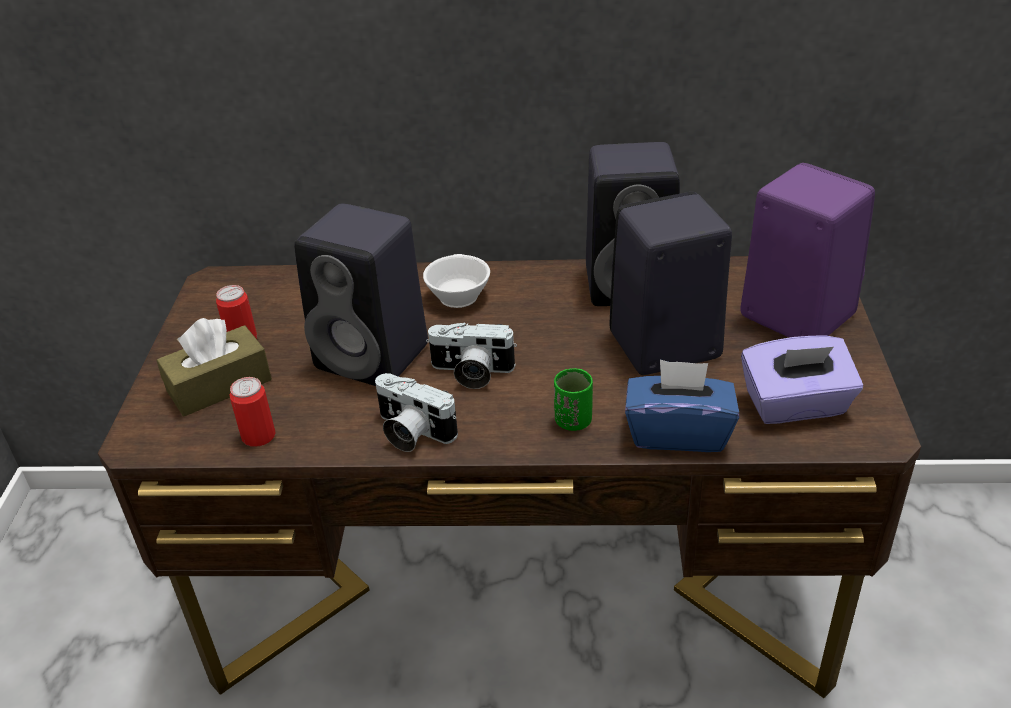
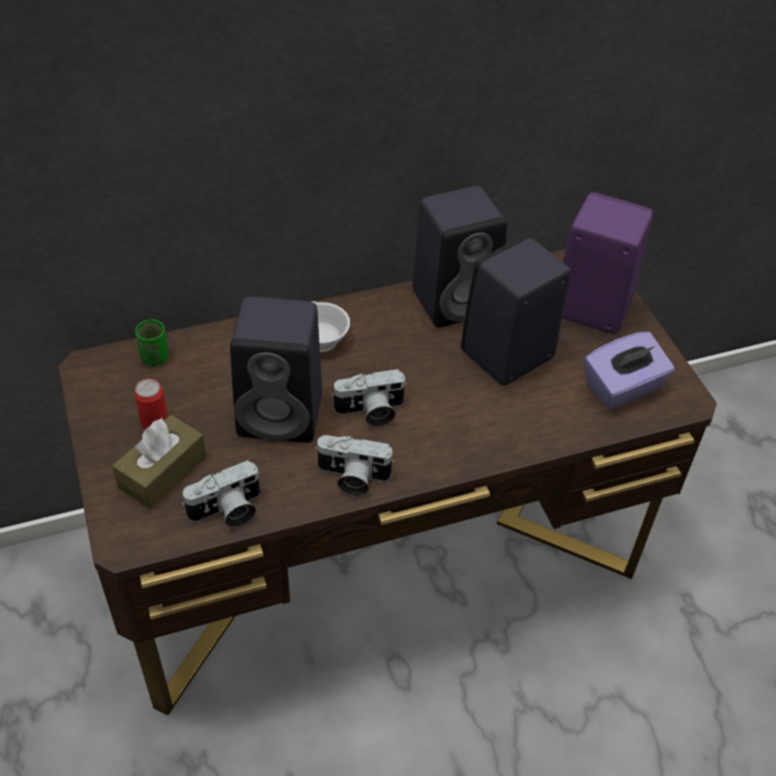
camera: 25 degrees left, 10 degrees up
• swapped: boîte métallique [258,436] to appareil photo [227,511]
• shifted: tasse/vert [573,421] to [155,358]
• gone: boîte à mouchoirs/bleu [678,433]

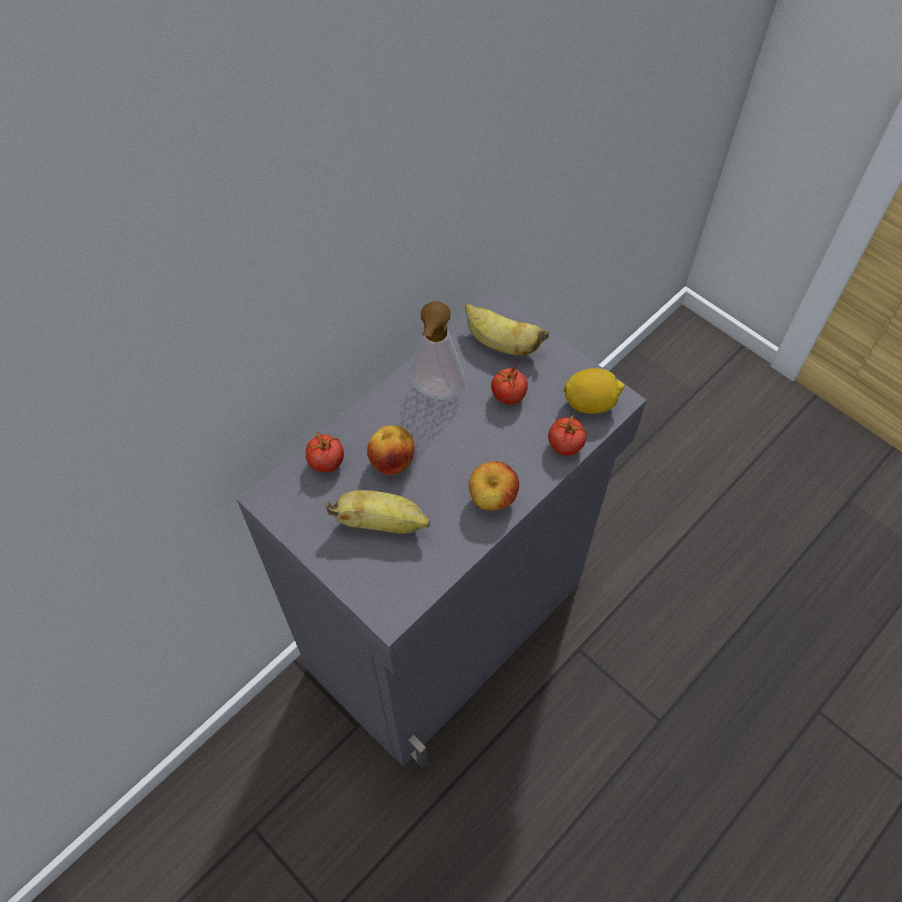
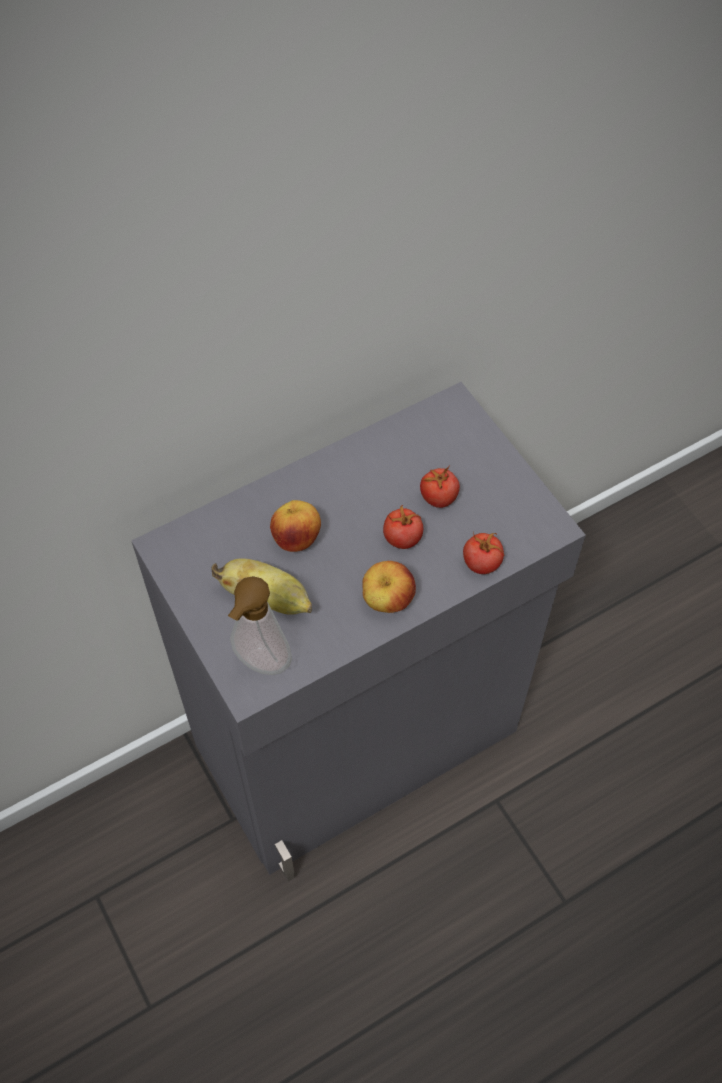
camera: 15 degrees right, 0 degrees up
• shifted: tomate [326,462] to [402,538]
• shifted: distributeur de savon [435,394] to [259,663]
• gone: banane [501,343]
• gone: citron [590,403]

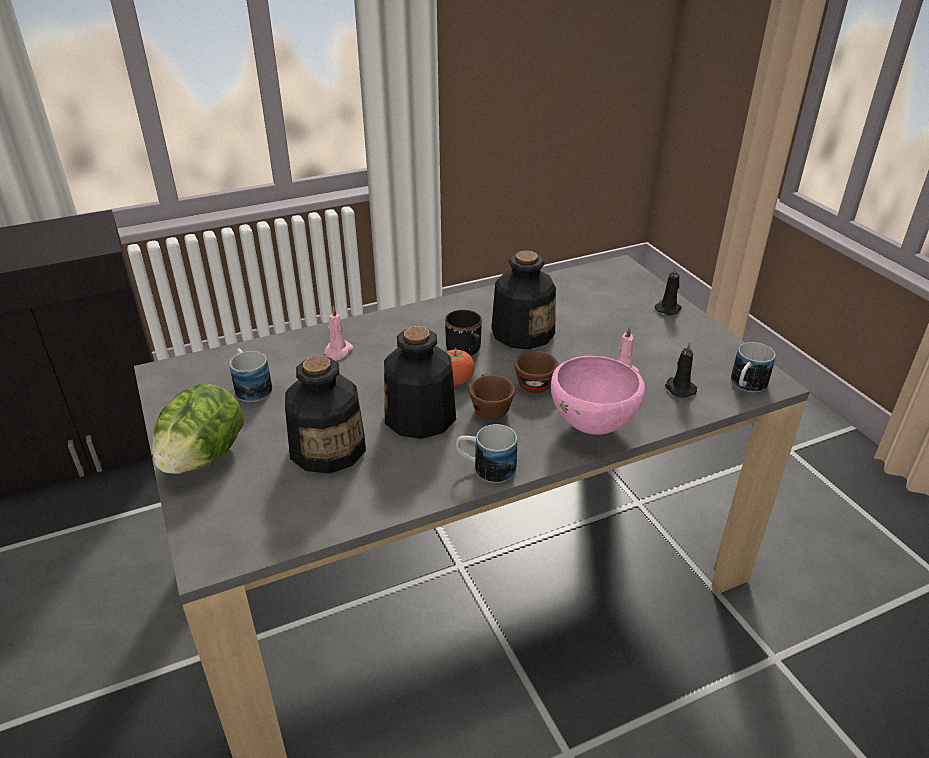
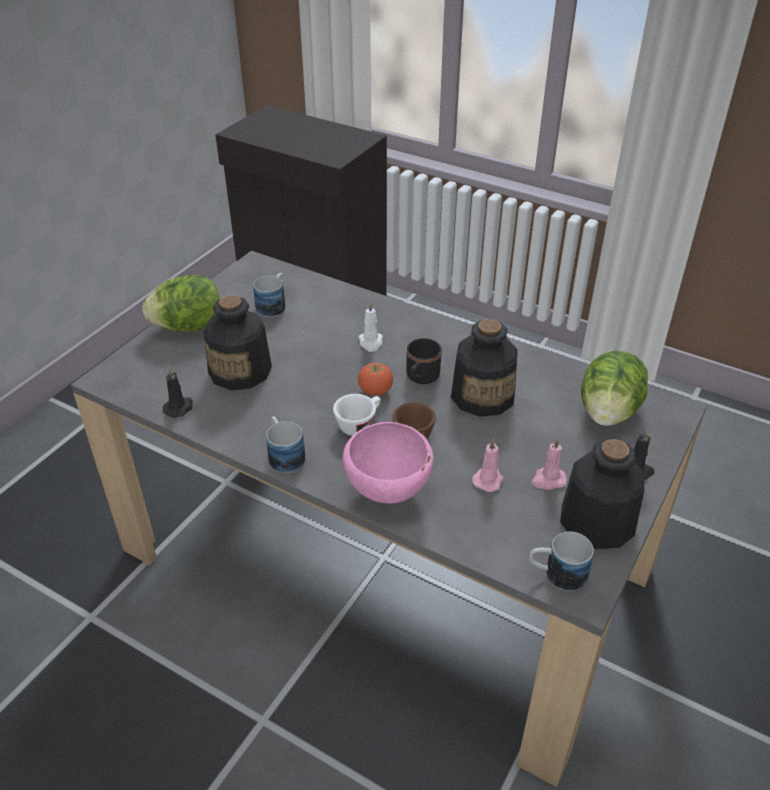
camera: 55 degrees right, 5 degrees up
• shifted: bougie/rose [338,352] to [548,480]
• shifted: bouteille [420,417] to [596,522]
• repainted: tasse/marron [489,407] to tasse/blanc [359,424]
• shifted: bougie/noir [679,388] to [179,408]
• new: bougie/blanc [370,342]
• new: laitue [608,412]

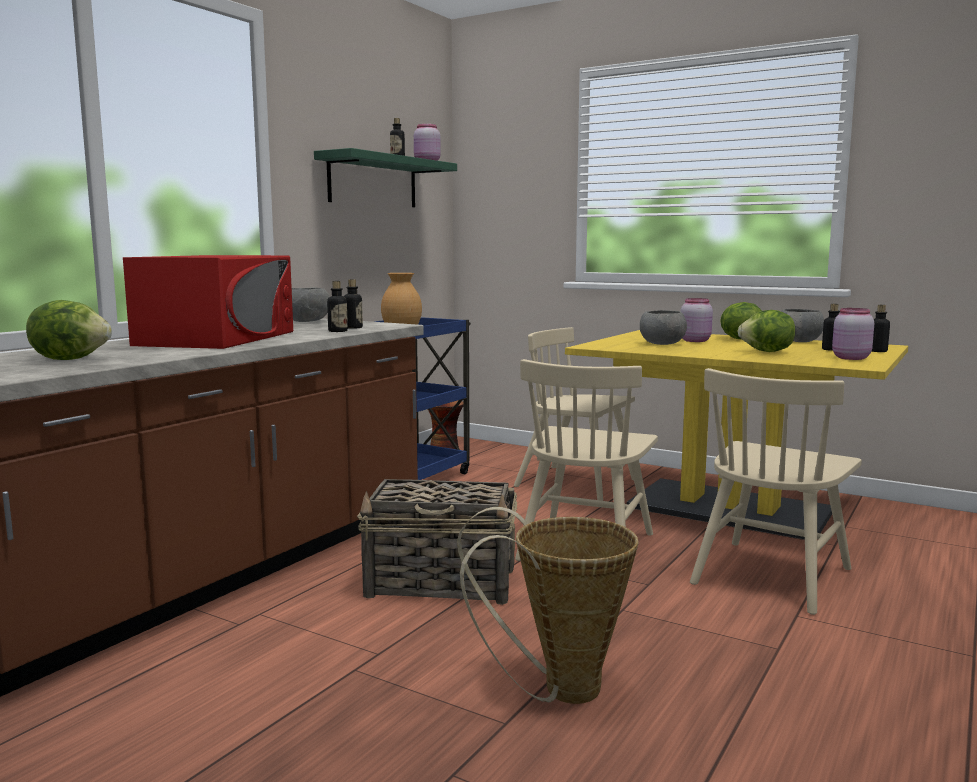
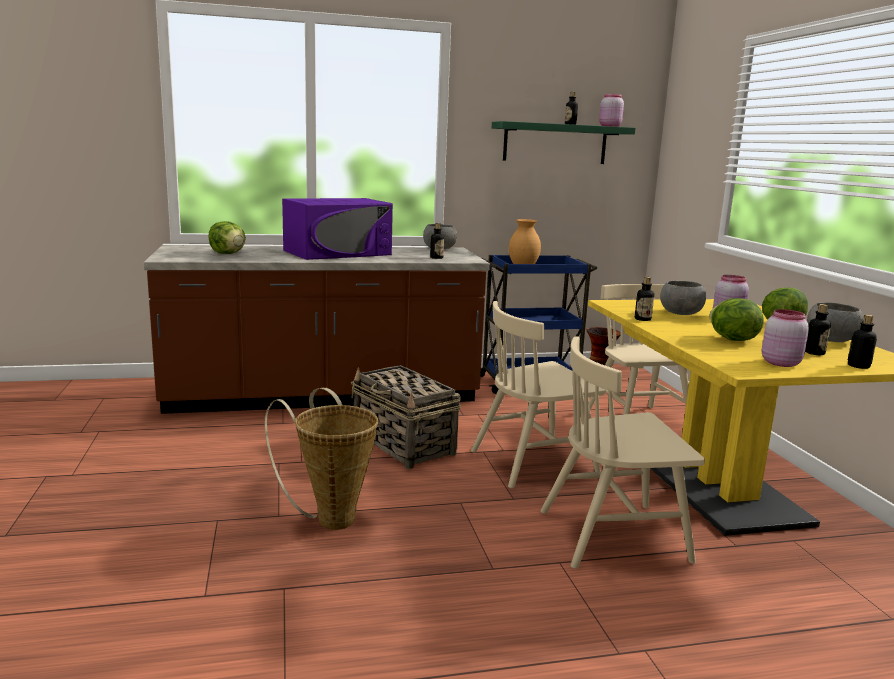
camera: 45 degrees right, 5 degrees up
• repainted: micro-ondes/rouge [217,338] to micro-ondes/violet [337,252]
• shifted: bouteille [338,331] to [642,319]

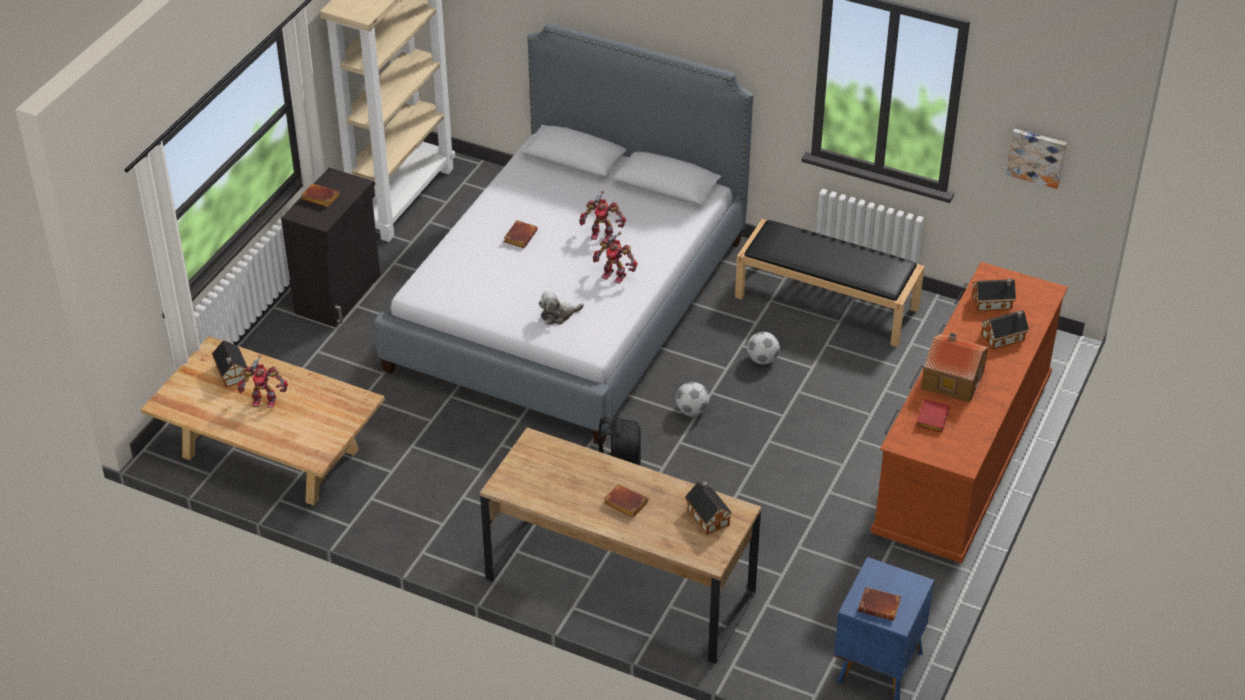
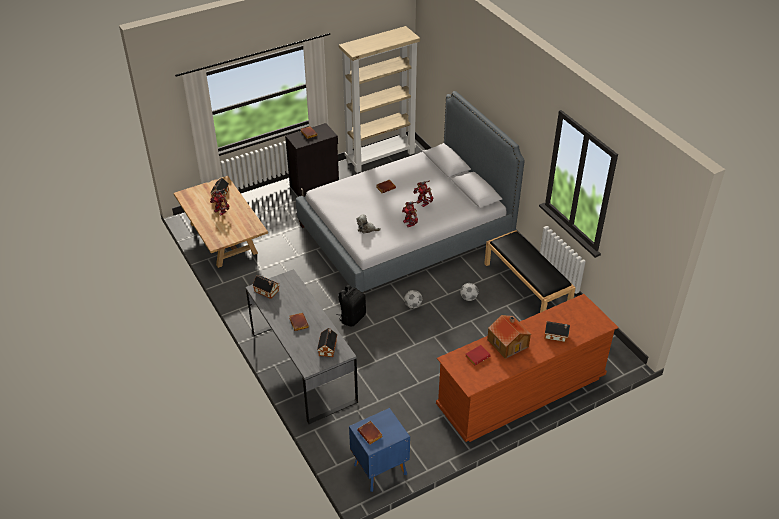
camera: 35 degrees right, 0 degrees up
• repainted: bureau/marron [620,586] to bureau/gris [303,366]
• shifted: maison miniature [993,302] to [267,291]
• gone: tableau [1036,156]

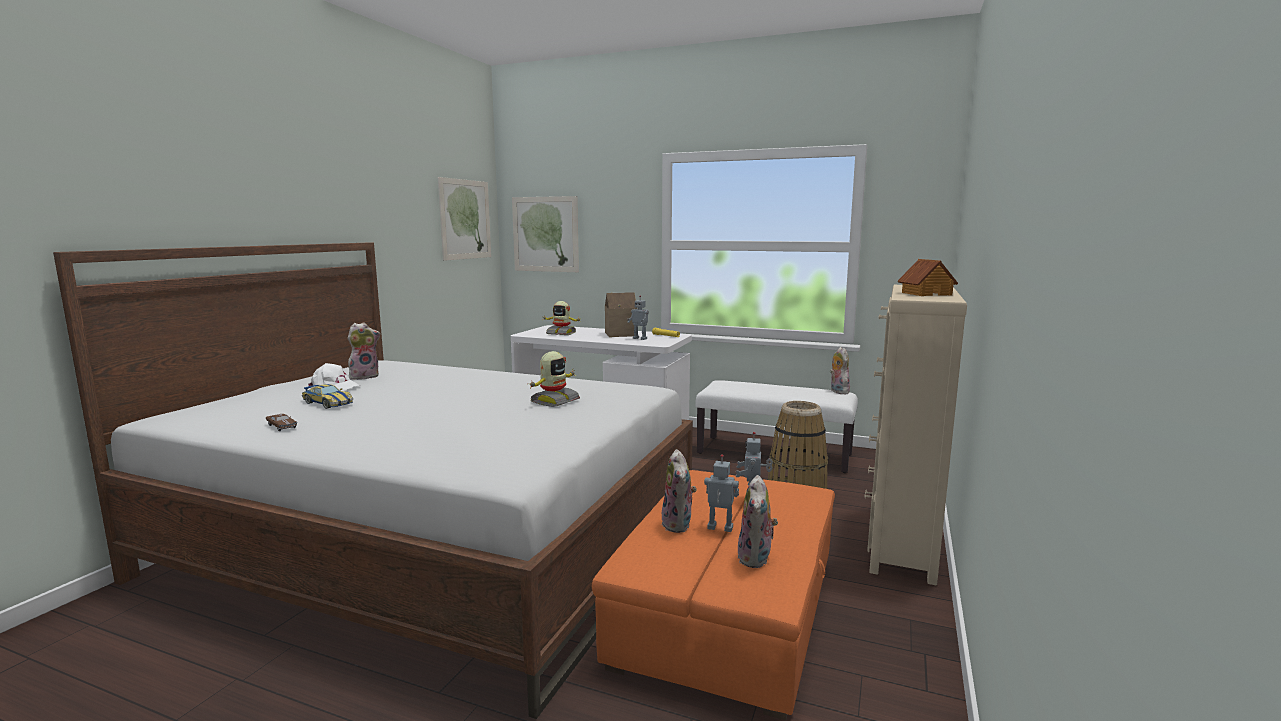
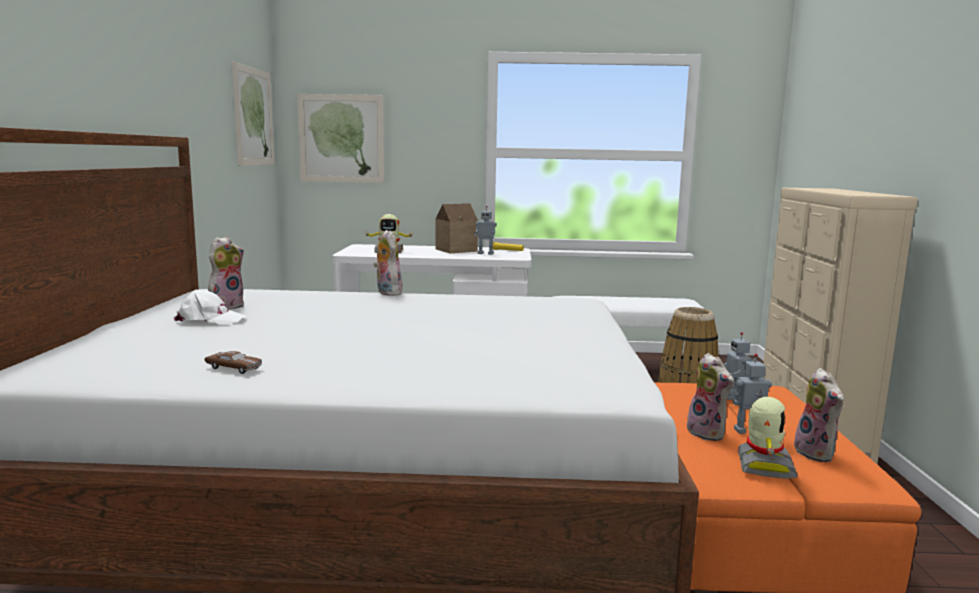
camera: 20 degrees left, 0 degrees up
• gone: petite voiture [327,403]
• shifted: robot jouet [554,401] to [763,466]
• shifted: peluche [837,391] to [387,293]
• gone: maison miniature [926,294]

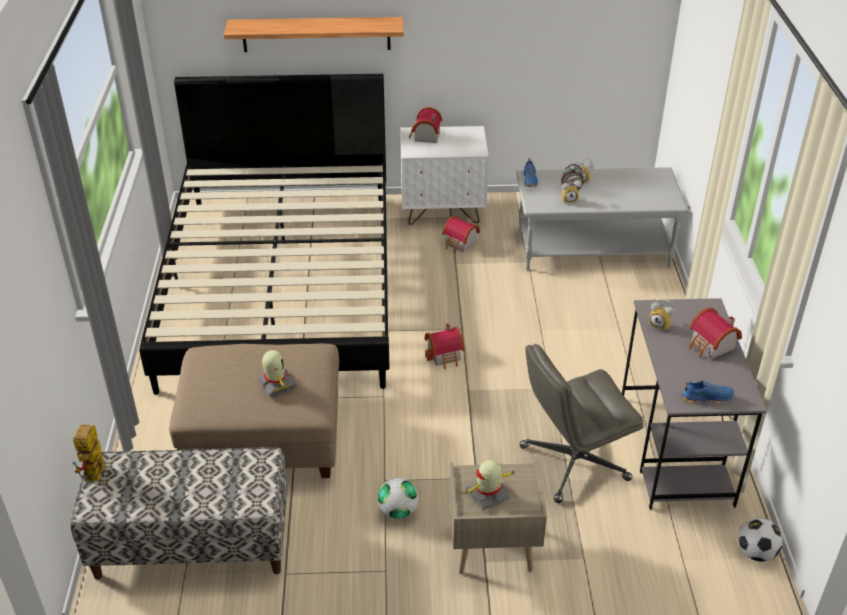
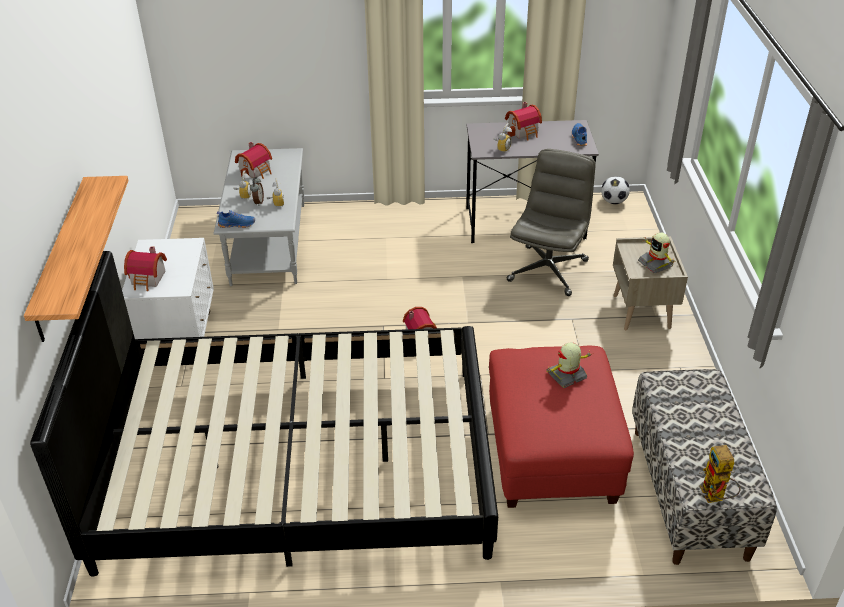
camera: 90 degrees left, 0 degrees up
• rotated: robot jouet [95,477] = [716,497] 75 degrees clockwise
• repainted: pouf/beige [265,441] to pouf/rouge [551,453]
• gone: ballon de foot [398,511]
• shifted: maison miniature [460,244] to [257,171]
• rotated: chaise de bureau/gris [573,464] = [547,270] 135 degrees counterclockwise

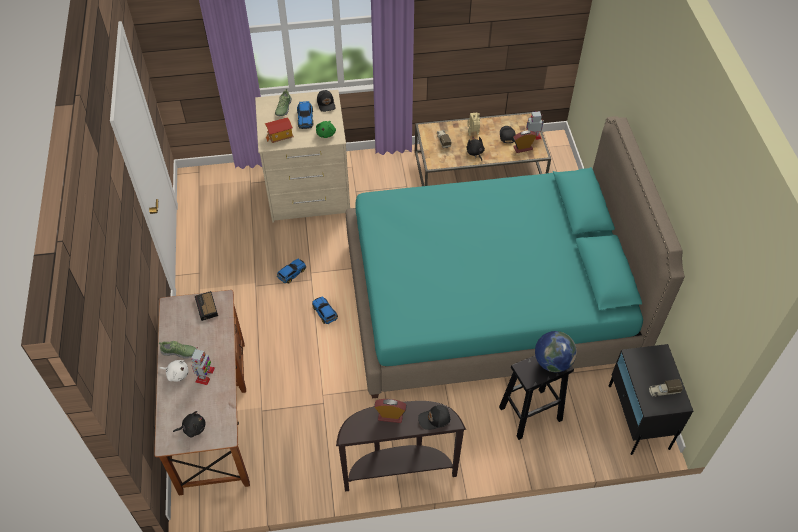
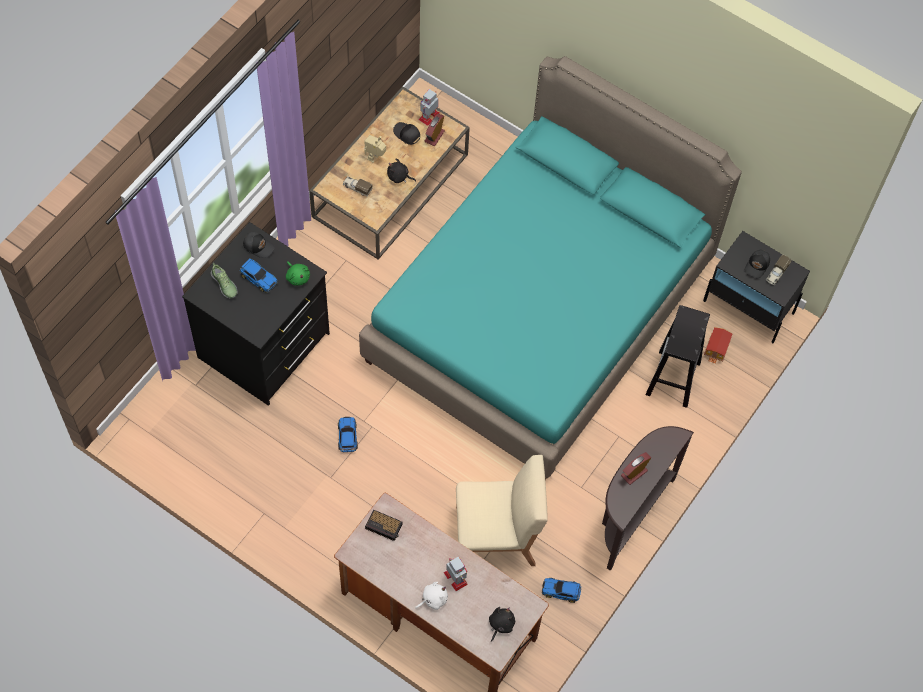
camera: 50 degrees left, 10 degrees up
• gone: chaussure [180,352]
• repainted: commode/beige [308,193] to commode/noir [265,346]
• shifted: maison miniature [280,136] to [717,349]
• shifted: petite voiture [325,313] to [561,591]
• shifted: casquette/noir [434,419] to [757,266]
• gone: globe [552,362]
• new: chaise/beige [497,536]

